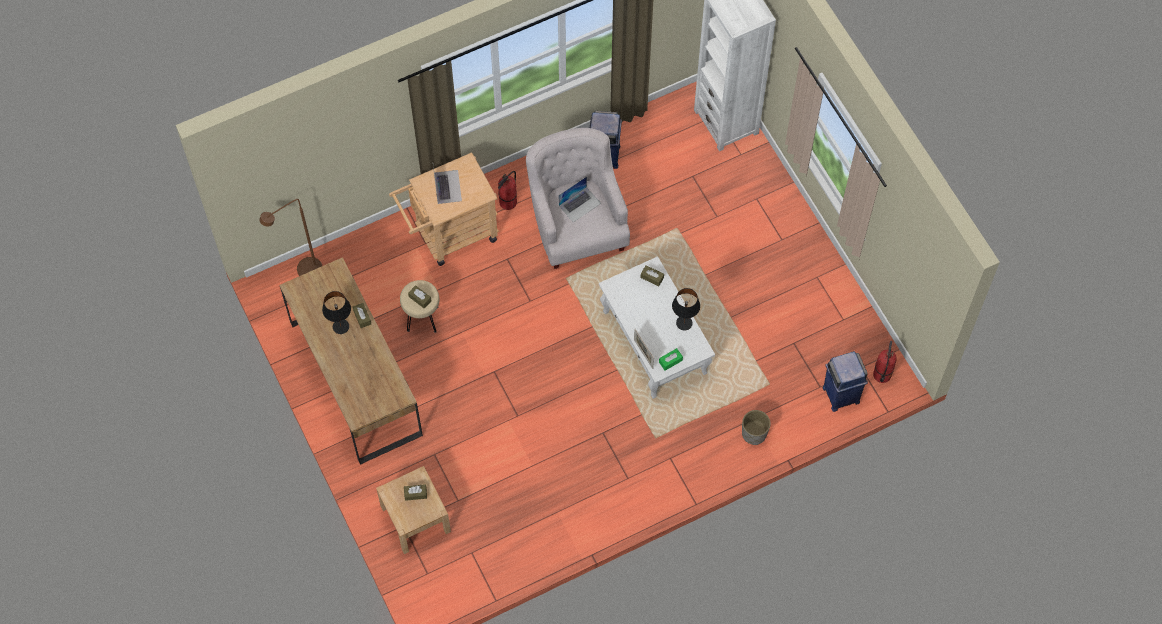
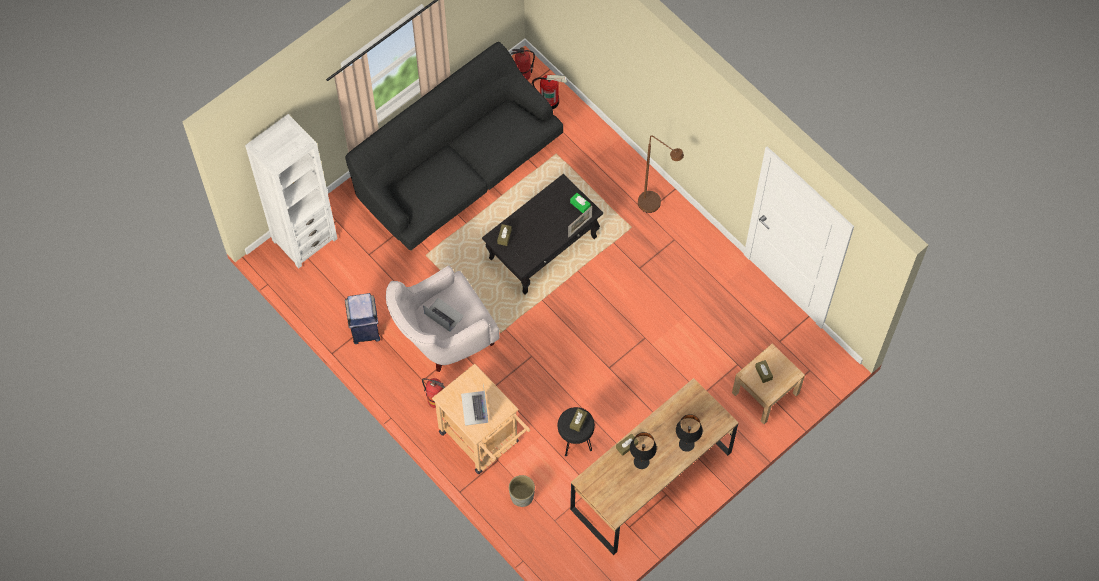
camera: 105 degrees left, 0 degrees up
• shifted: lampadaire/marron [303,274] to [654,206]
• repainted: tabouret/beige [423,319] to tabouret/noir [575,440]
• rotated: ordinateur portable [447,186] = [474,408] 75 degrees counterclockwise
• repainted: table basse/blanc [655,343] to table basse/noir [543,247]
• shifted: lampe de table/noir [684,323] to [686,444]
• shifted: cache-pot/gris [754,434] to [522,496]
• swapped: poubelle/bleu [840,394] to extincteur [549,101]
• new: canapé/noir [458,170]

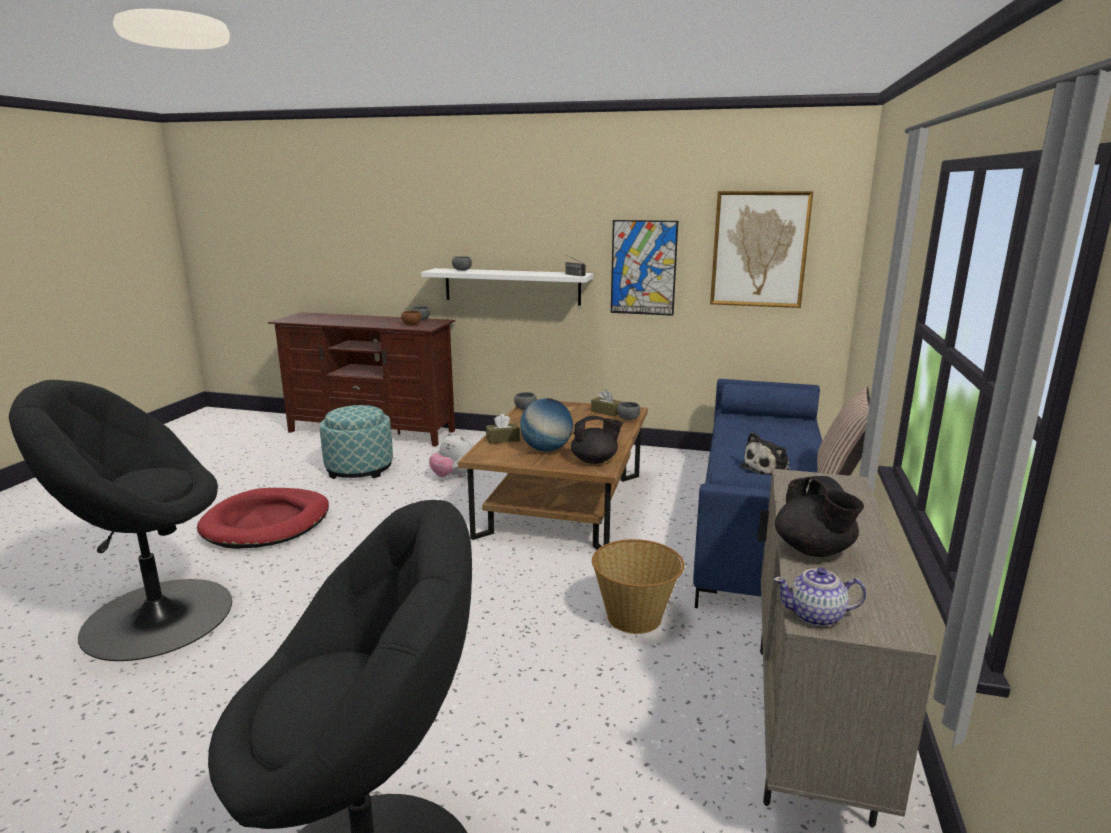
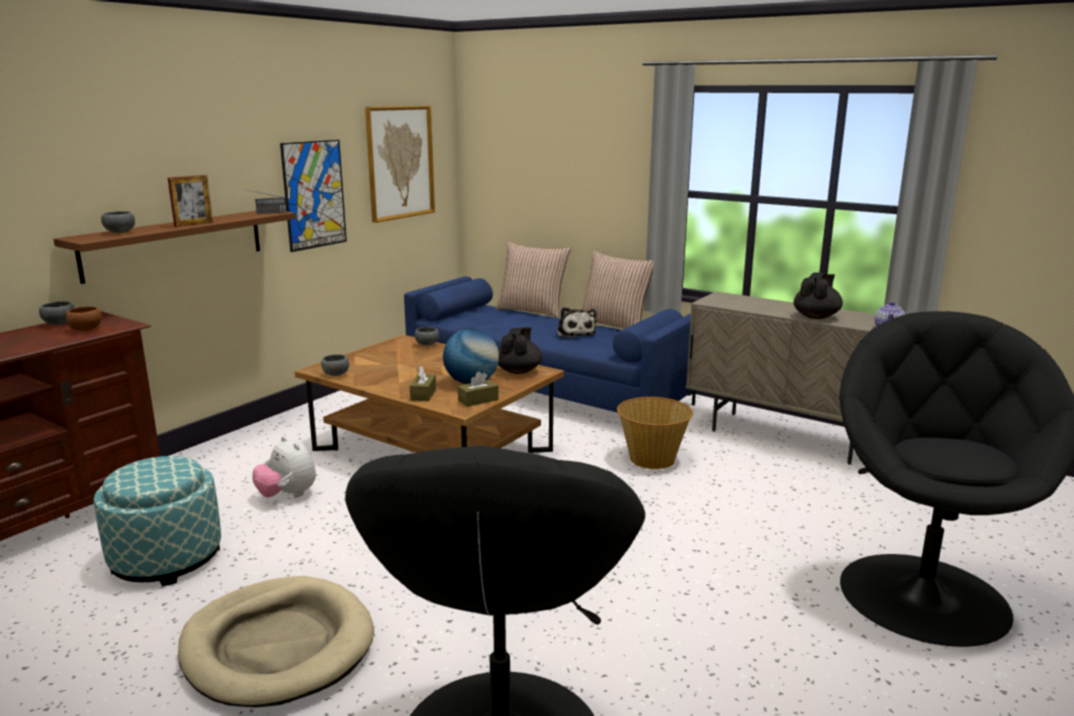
camera: 70 degrees left, 0 degrees up
• repainted: panier pour chien/rouge [267,523] to panier pour chien/beige [278,646]
• repainted: étagère/blanc [512,286] to étagère/marron [175,244]
• rotated: peluche [453,476] = [287,495] 75 degrees clockwise
• shifted: boîte à mouchoirs/marron [606,412] to [478,400]
• rotated: théière/noir [814,550] = [816,317] 60 degrees counterclockwise
• new: cadre photo [193,224]
• new: coussin [532,310]

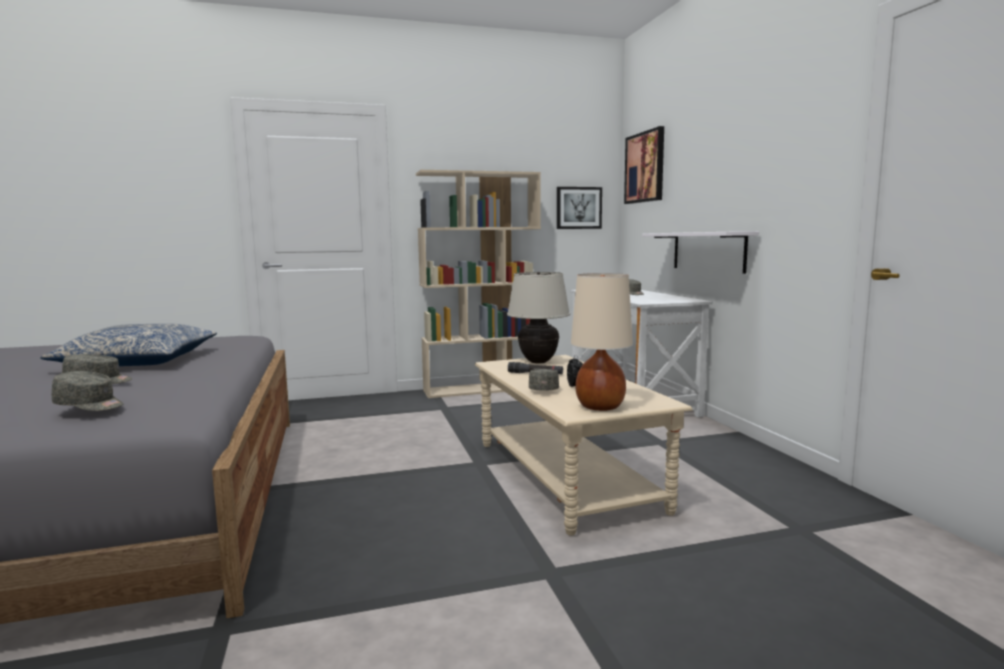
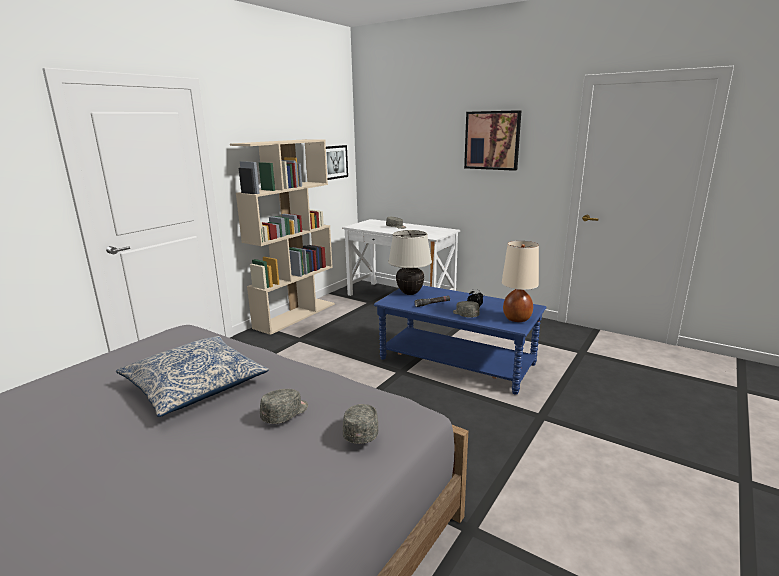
camera: 40 degrees left, 10 degrees up
• rotated: casquette/gris [90,405] = [361,430] 60 degrees counterclockwise
• repainted: table basse/beige [565,475] to table basse/bleu [456,361]
• shifted: tableau [645,167] to [492,140]
• gone: étagère/blanc [708,251]

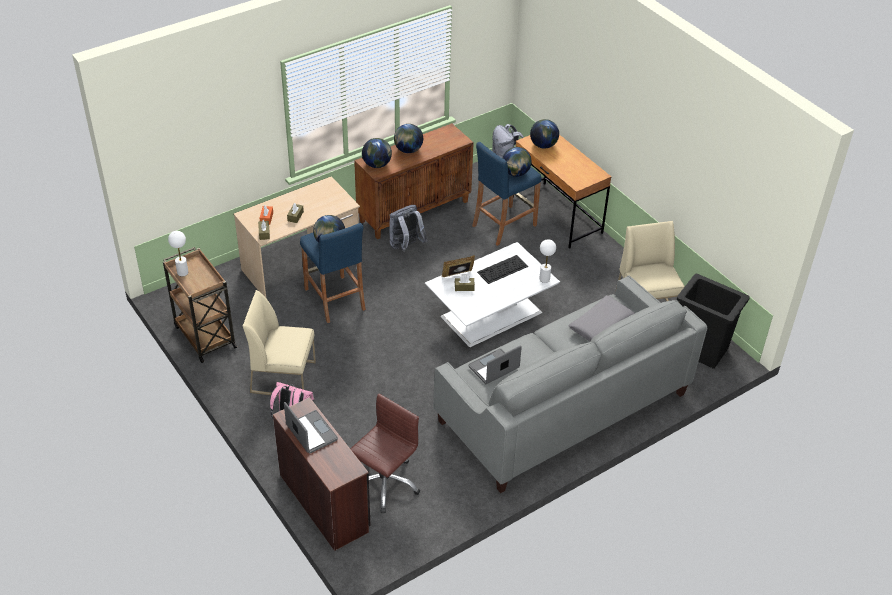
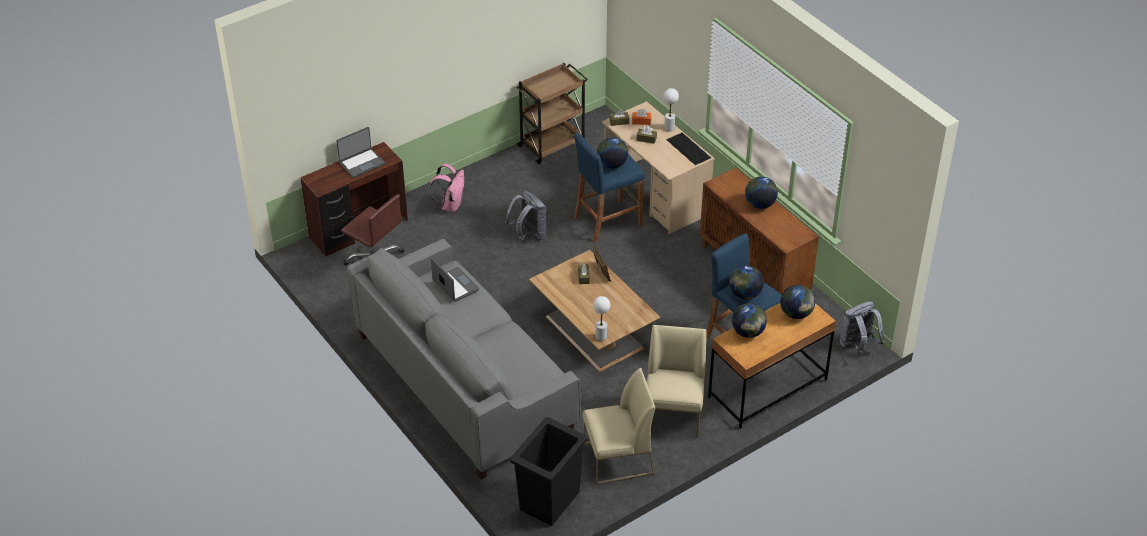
camera: 90 degrees right, 0 degrees up
• shifted: lampe de table/blanc [183,272] to [669,128]
• shifted: chaise/beige [284,376] to [674,414]
• shifted: globe [377,164] to [748,332]
• shifted: sac à dos/gris [405,246] to [528,235]
• repainted: table basse/blanc [490,315] to table basse/marron [592,331]
• shifted: clavier [502,269] to [688,148]
• gone: coussin/gris [601,325]

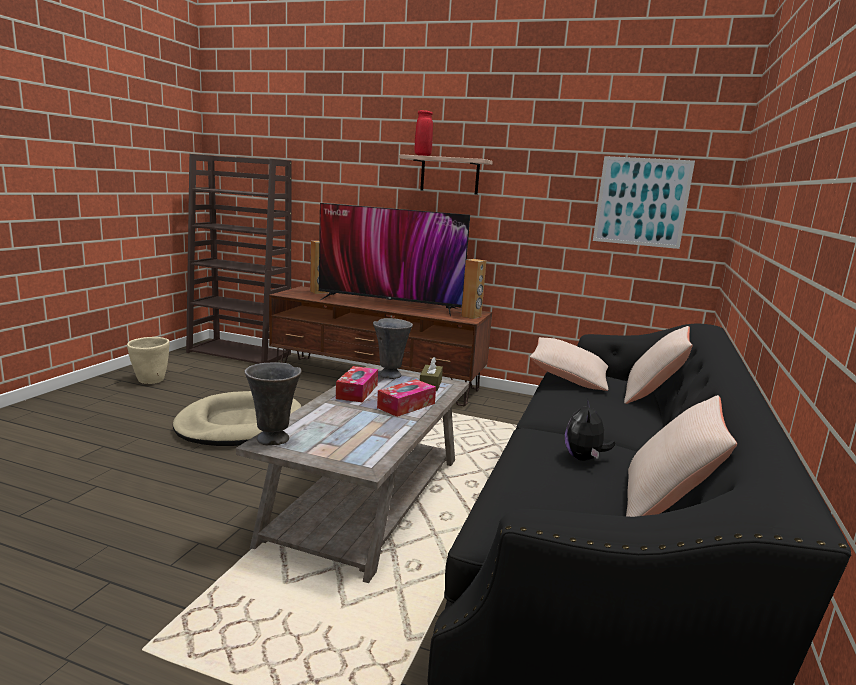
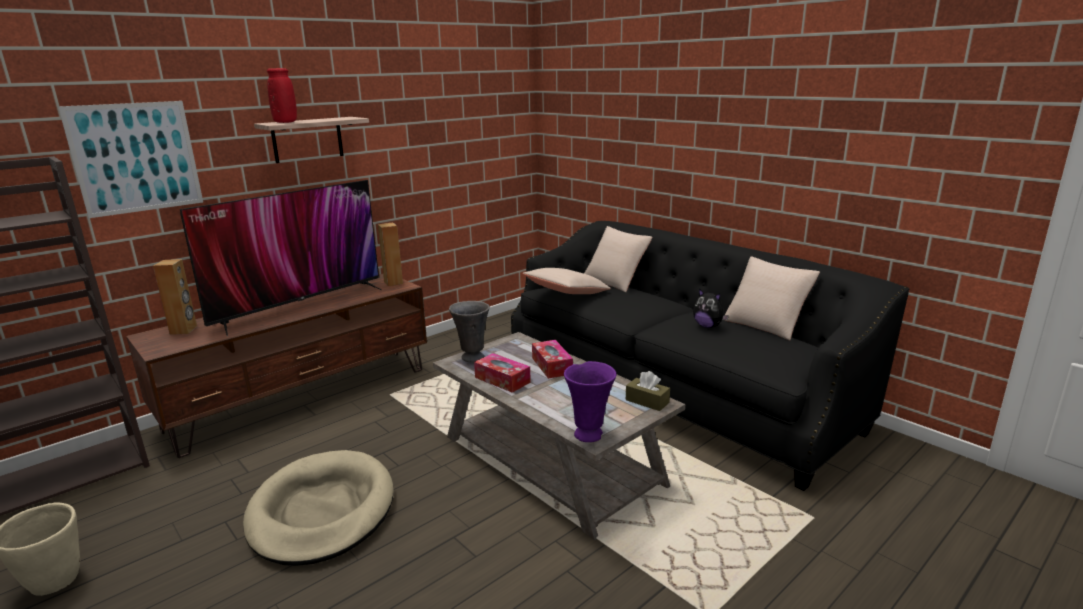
camera: 60 degrees left, 5 degrees up
• repainted: vase/gris [274,440] to vase/violet [589,434]
• shifted: boîte à mouchoirs/marron [430,384] to [647,401]
• shifted: tableau [641,202] to [136,158]

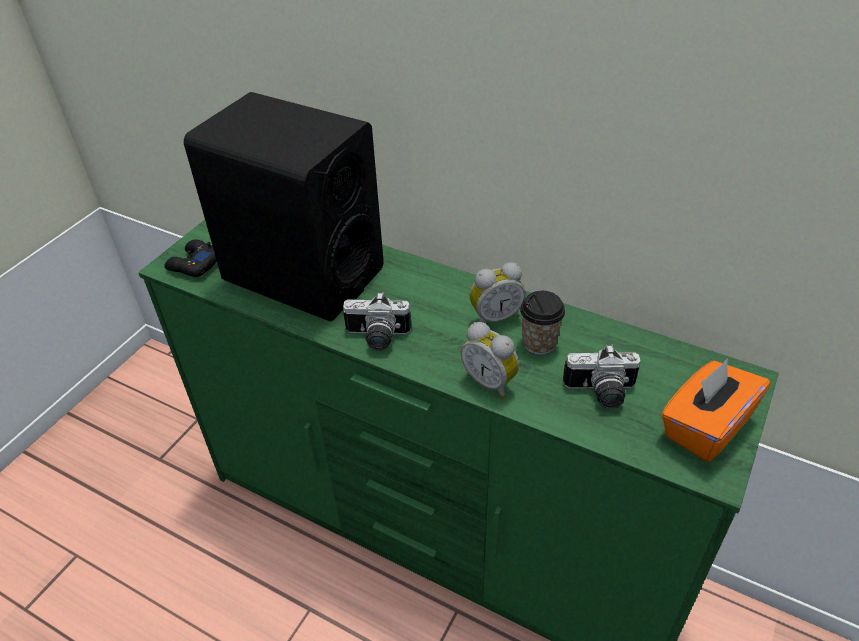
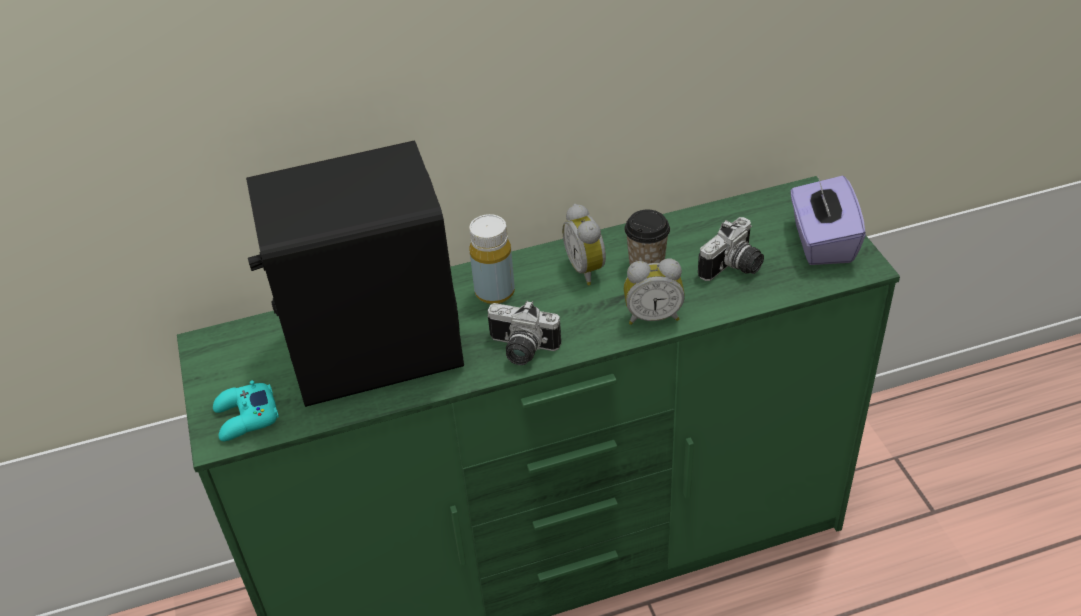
camera: 45 degrees left, 0 degrees up
• repainted: manette/noir [194,264] to manette/turquoise [246,417]
• rotated: appareil photo [377,338] = [521,350] 60 degrees clockwise
• rotated: réveil [494,317] = [588,269] 135 degrees clockwise
• repainted: boîte à mouchoirs/orange [705,427] to boîte à mouchoirs/violet [821,242]
• new: bouteille/jaune [494,292]

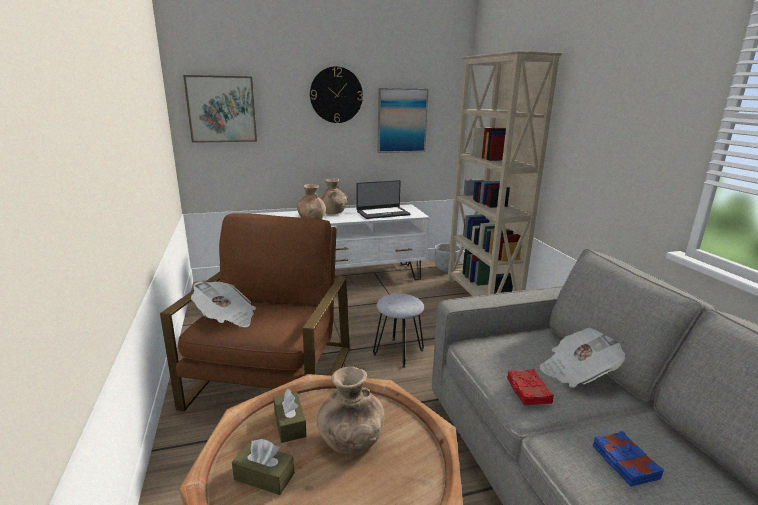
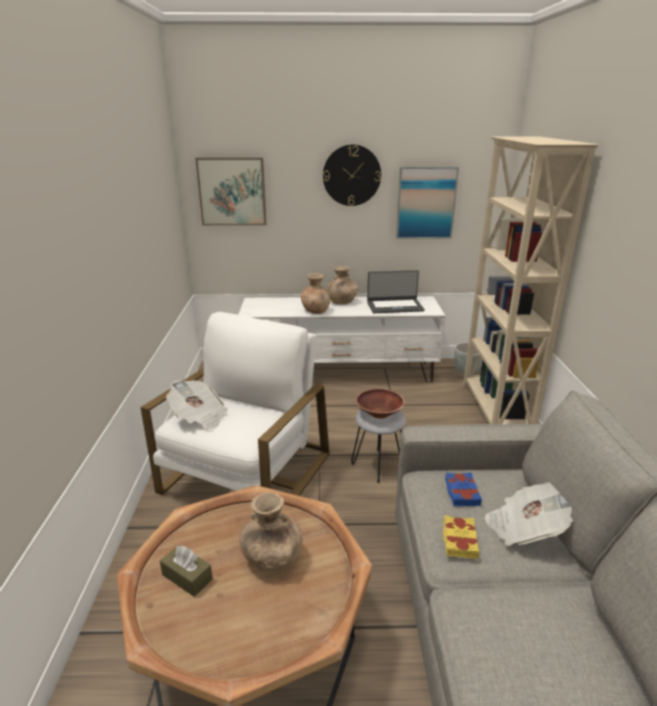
camera: 15 degrees right, 5 degrees up
• repainted: fauteuil/marron [272,377] to fauteuil/blanc [246,474]
• gone: boîte à mouchoirs/marron [290,424]
• repainted: livre/rouge [528,390] to livre/jaune [459,540]
• shifted: livre/bleu [624,462] to [461,492]
• new: bol/marron [379,413]

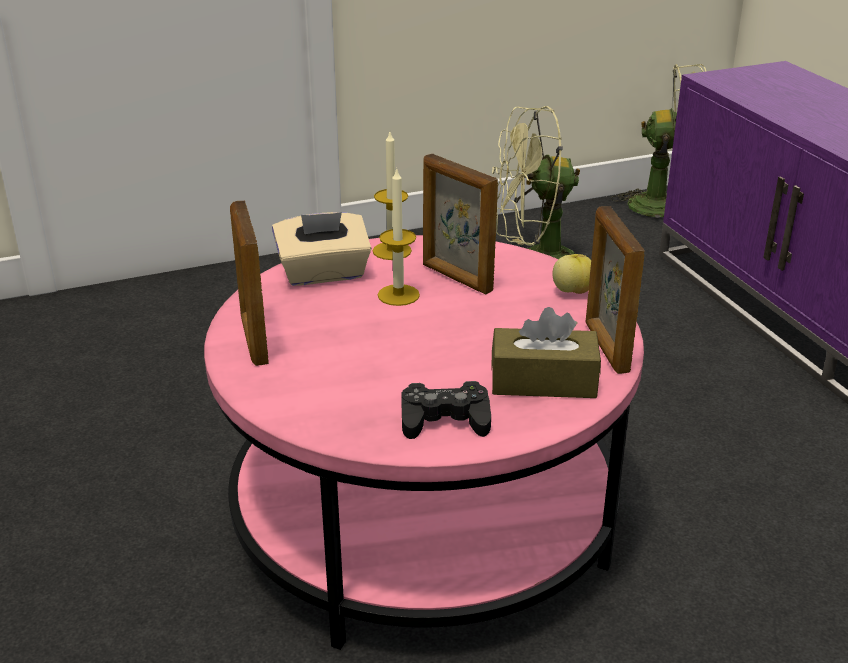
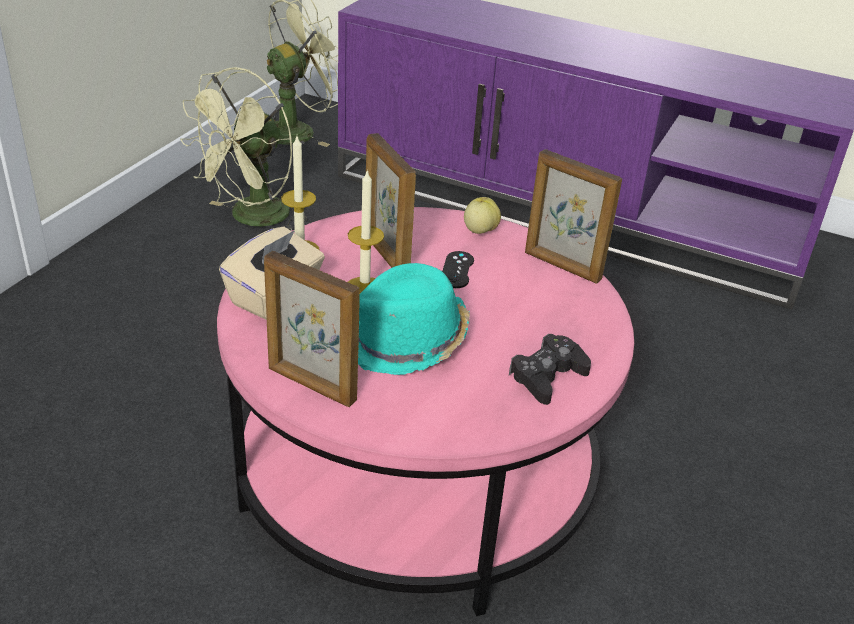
camera: 45 degrees left, 5 degrees up
• rotated: cadre photo [456,278] = [385,254] 60 degrees clockwise
• gone: boîte à mouchoirs/marron [543,381]
• new: chapeau/turquoise [406,341]
• new: manette/noir [457,270]

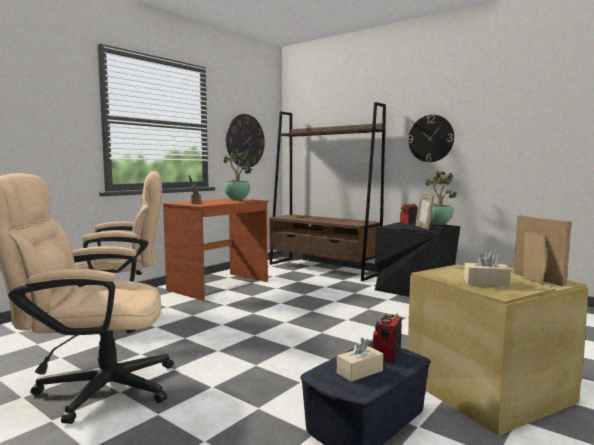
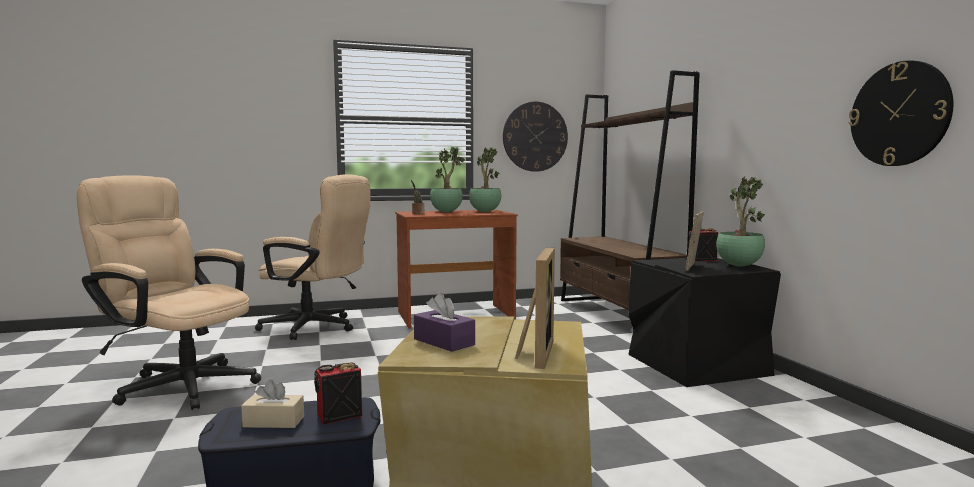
camera: 35 degrees right, 0 degrees up
• shifted: horloge murale [431,138] to [899,114]
• repainted: boîte à mouchoirs/beige [486,282] to boîte à mouchoirs/violet [444,342]
• new: plante en pot [447,212]

